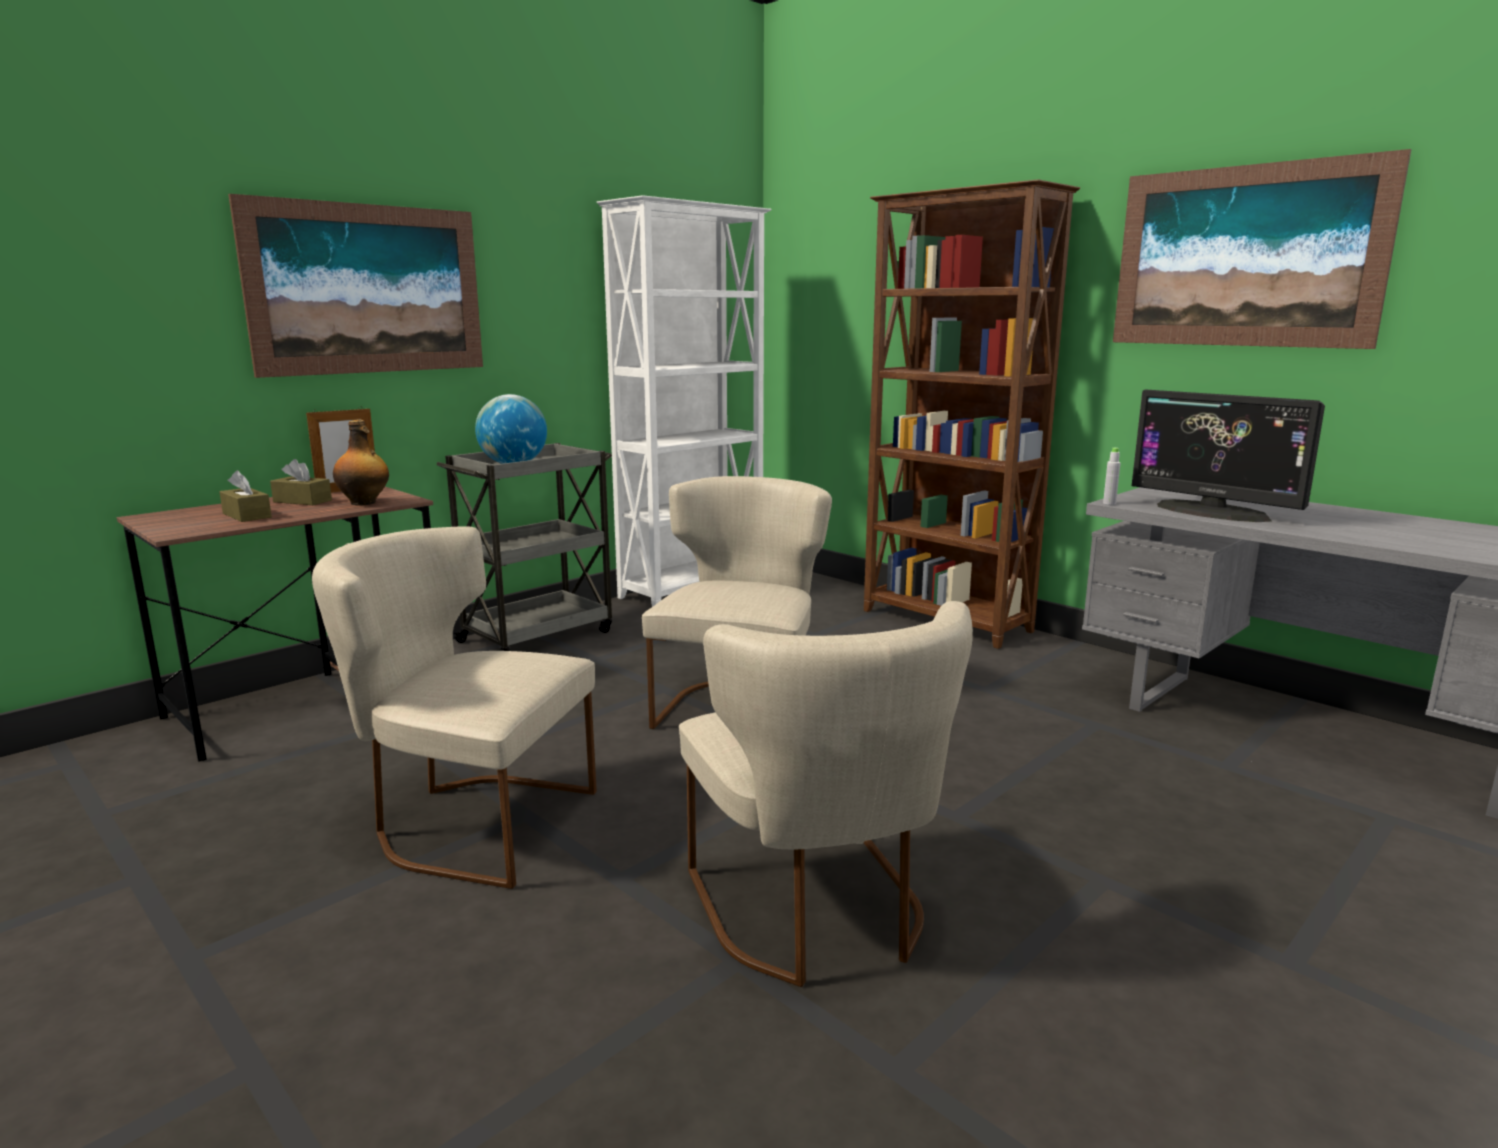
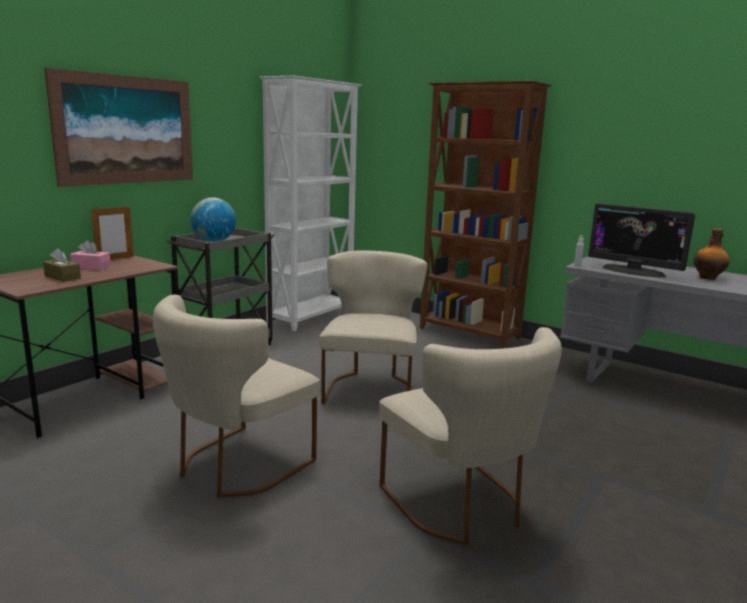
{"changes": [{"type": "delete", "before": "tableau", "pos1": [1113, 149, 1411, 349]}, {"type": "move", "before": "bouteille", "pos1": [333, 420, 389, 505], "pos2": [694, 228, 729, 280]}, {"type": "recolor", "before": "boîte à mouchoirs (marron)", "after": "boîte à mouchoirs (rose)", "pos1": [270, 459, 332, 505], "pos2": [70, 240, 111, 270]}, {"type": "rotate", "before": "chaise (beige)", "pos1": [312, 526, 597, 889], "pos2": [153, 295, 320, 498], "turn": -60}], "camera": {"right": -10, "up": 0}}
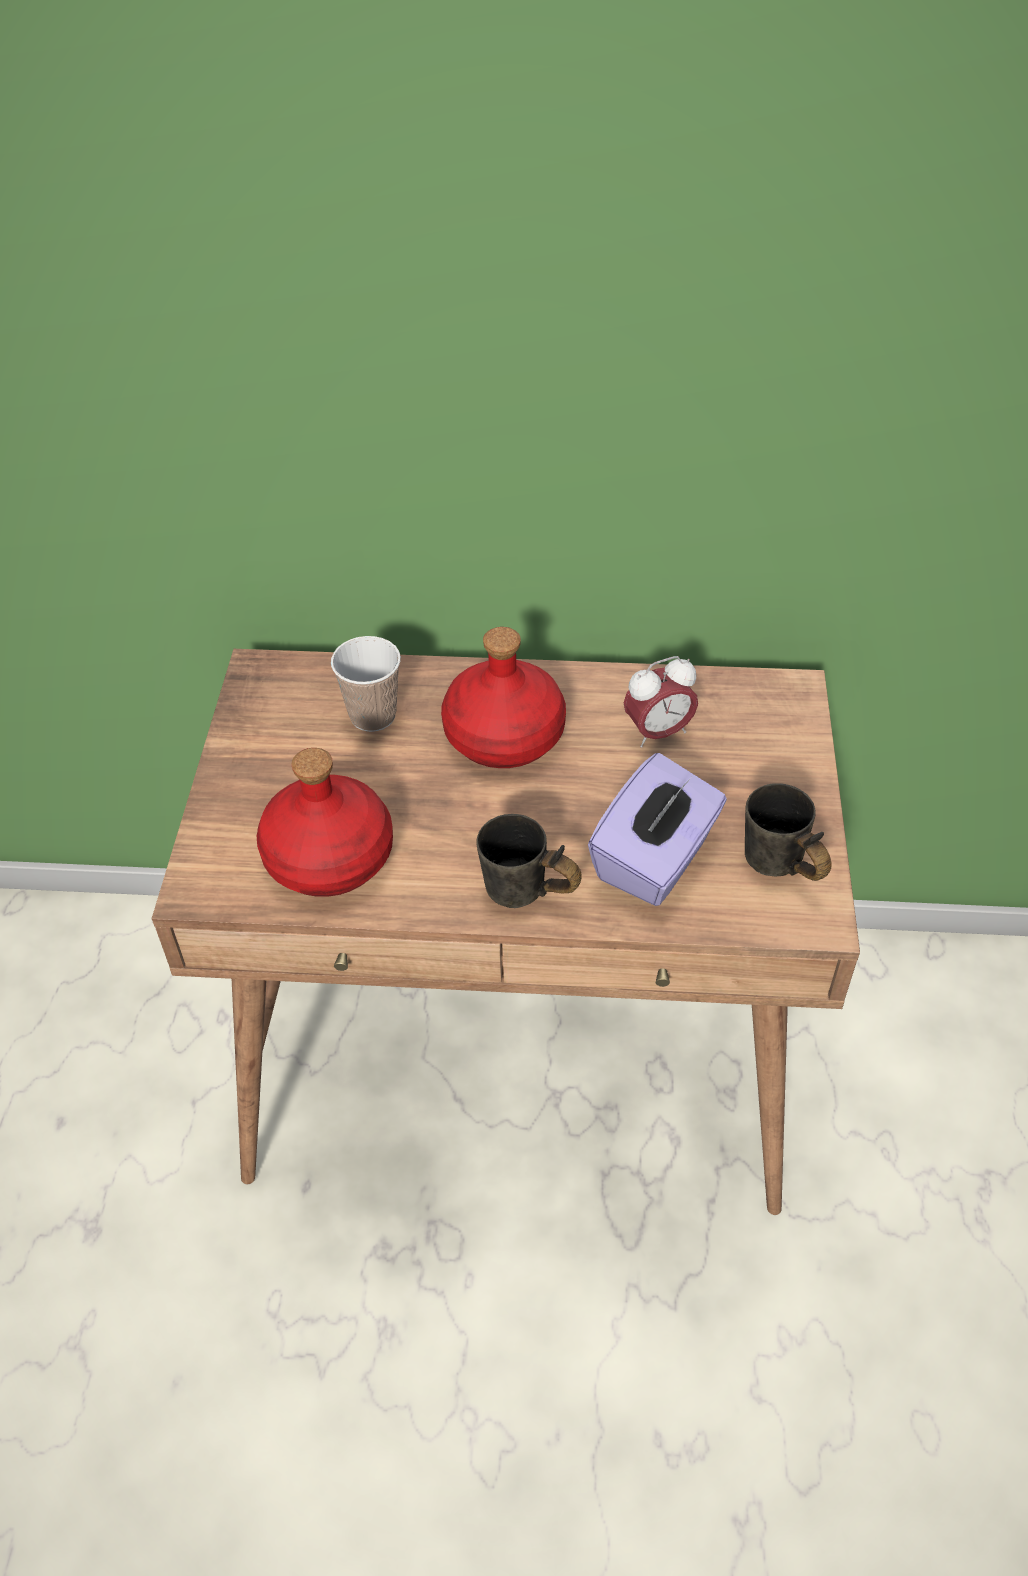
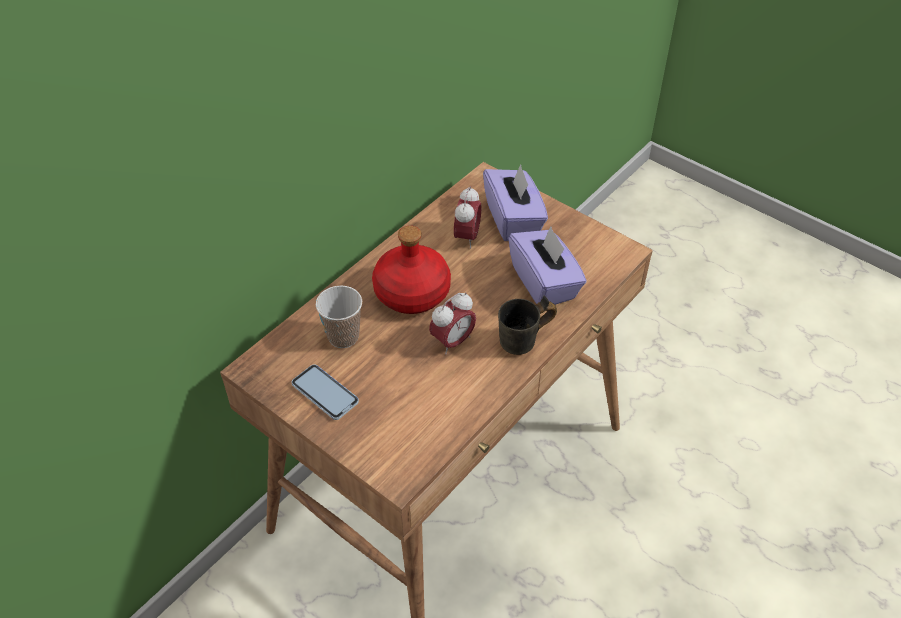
{"changes": [{"type": "delete", "before": "bouteille (rouge)", "pos1": [257, 748, 393, 897]}, {"type": "delete", "before": "mug (gris)", "pos1": [745, 783, 831, 881]}, {"type": "insert", "after": "boîte à mouchoirs (violet)", "pos2": [483, 164, 548, 241]}, {"type": "insert", "after": "réveil", "pos2": [429, 292, 476, 354]}, {"type": "insert", "after": "téléphone", "pos2": [291, 364, 359, 420]}], "camera": {"right": -55, "up": 0}}
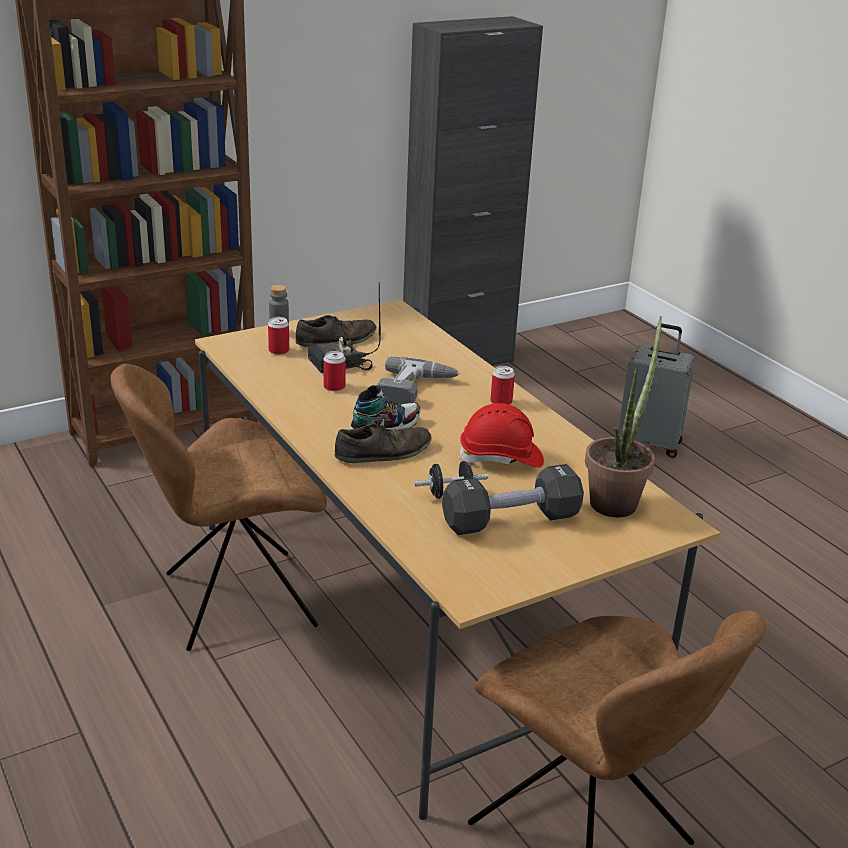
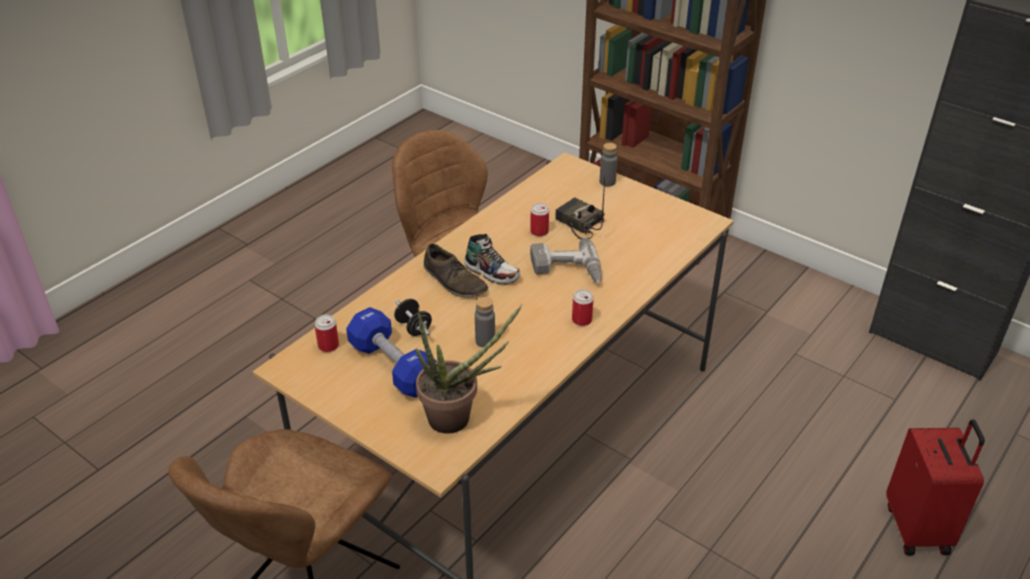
{"changes": [{"type": "delete", "before": "chaussure (marron)", "pos1": [296, 315, 376, 347]}, {"type": "move", "before": "boîte métallique", "pos1": [268, 317, 289, 355], "pos2": [314, 314, 339, 352]}, {"type": "recolor", "before": "valise (gris)", "after": "valise (rouge)", "pos1": [619, 324, 695, 458], "pos2": [886, 419, 985, 556]}, {"type": "replace", "before": "casque de chantier (rouge)", "after": "bouteille (gris)", "pos1": [458, 403, 544, 468], "pos2": [475, 297, 495, 347]}, {"type": "recolor", "before": "haltère (noir)", "after": "haltère (bleu)", "pos1": [442, 464, 584, 535], "pos2": [346, 307, 437, 398]}], "camera": {"right": 70, "up": 10}}
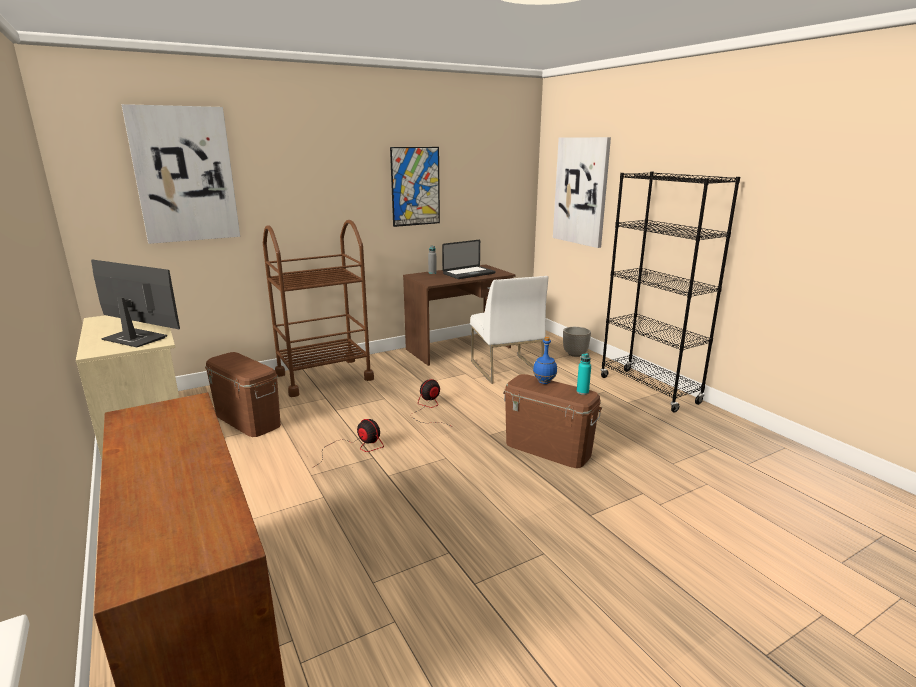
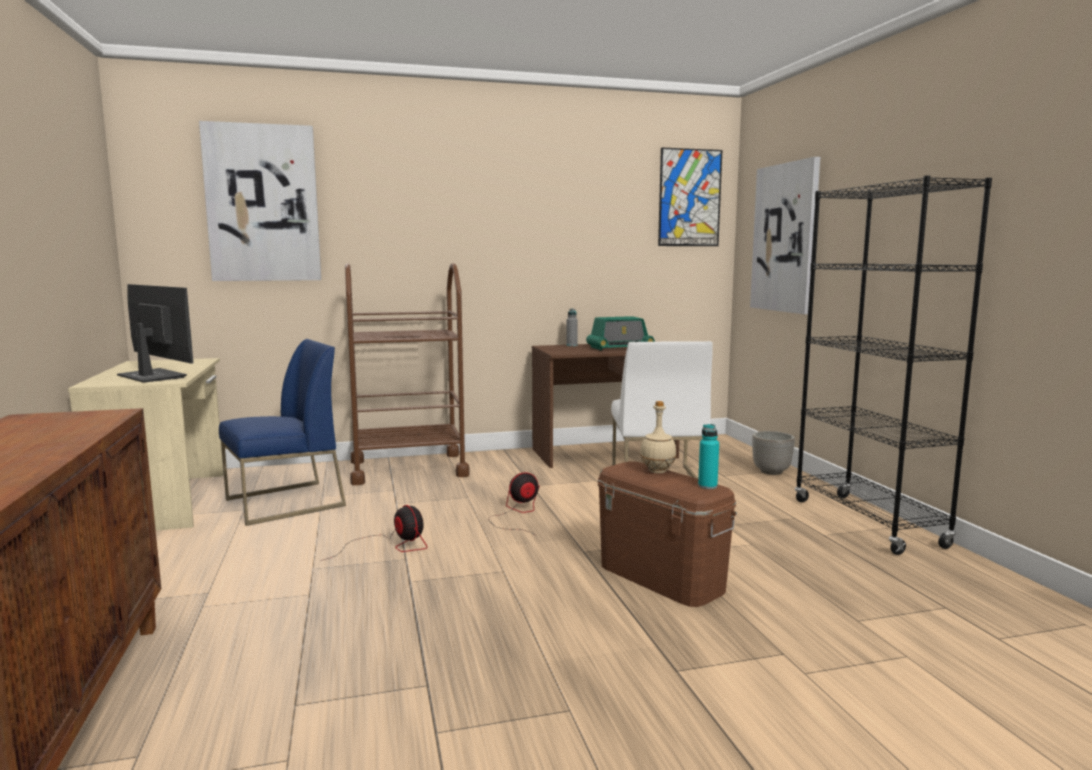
{"changes": [{"type": "move", "before": "tableau", "pos1": [390, 147, 440, 227], "pos2": [658, 148, 722, 246]}, {"type": "replace", "before": "ordinateur portable", "after": "radio", "pos1": [442, 240, 495, 279], "pos2": [586, 316, 655, 351]}, {"type": "recolor", "before": "bouteille (bleu)", "after": "bouteille (beige)", "pos1": [533, 337, 557, 384], "pos2": [640, 401, 676, 473]}, {"type": "replace", "before": "boîte de rangement (marron)", "after": "chaise (bleu)", "pos1": [205, 352, 281, 437], "pos2": [219, 339, 346, 526]}], "camera": {"right": 15, "up": -10}}
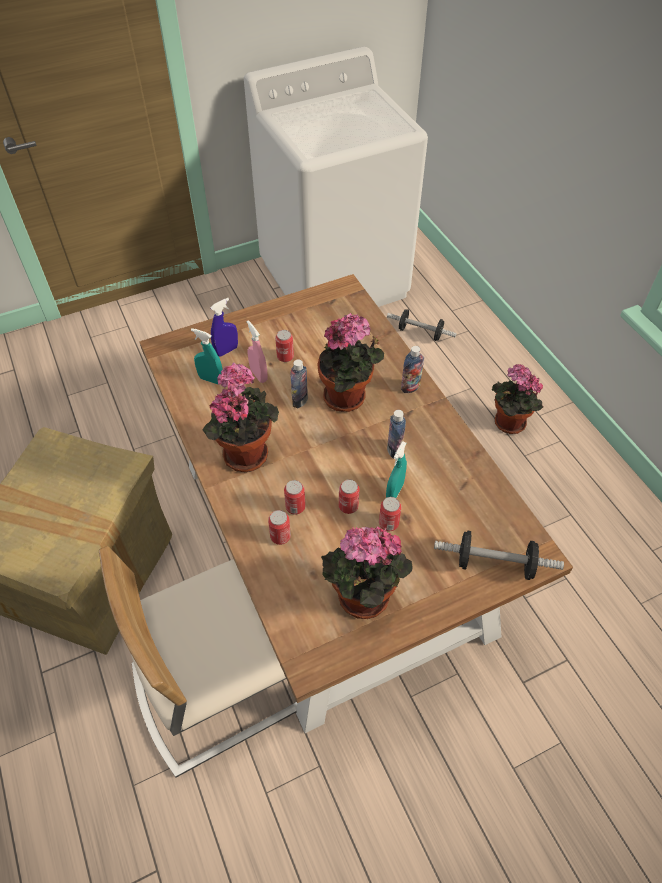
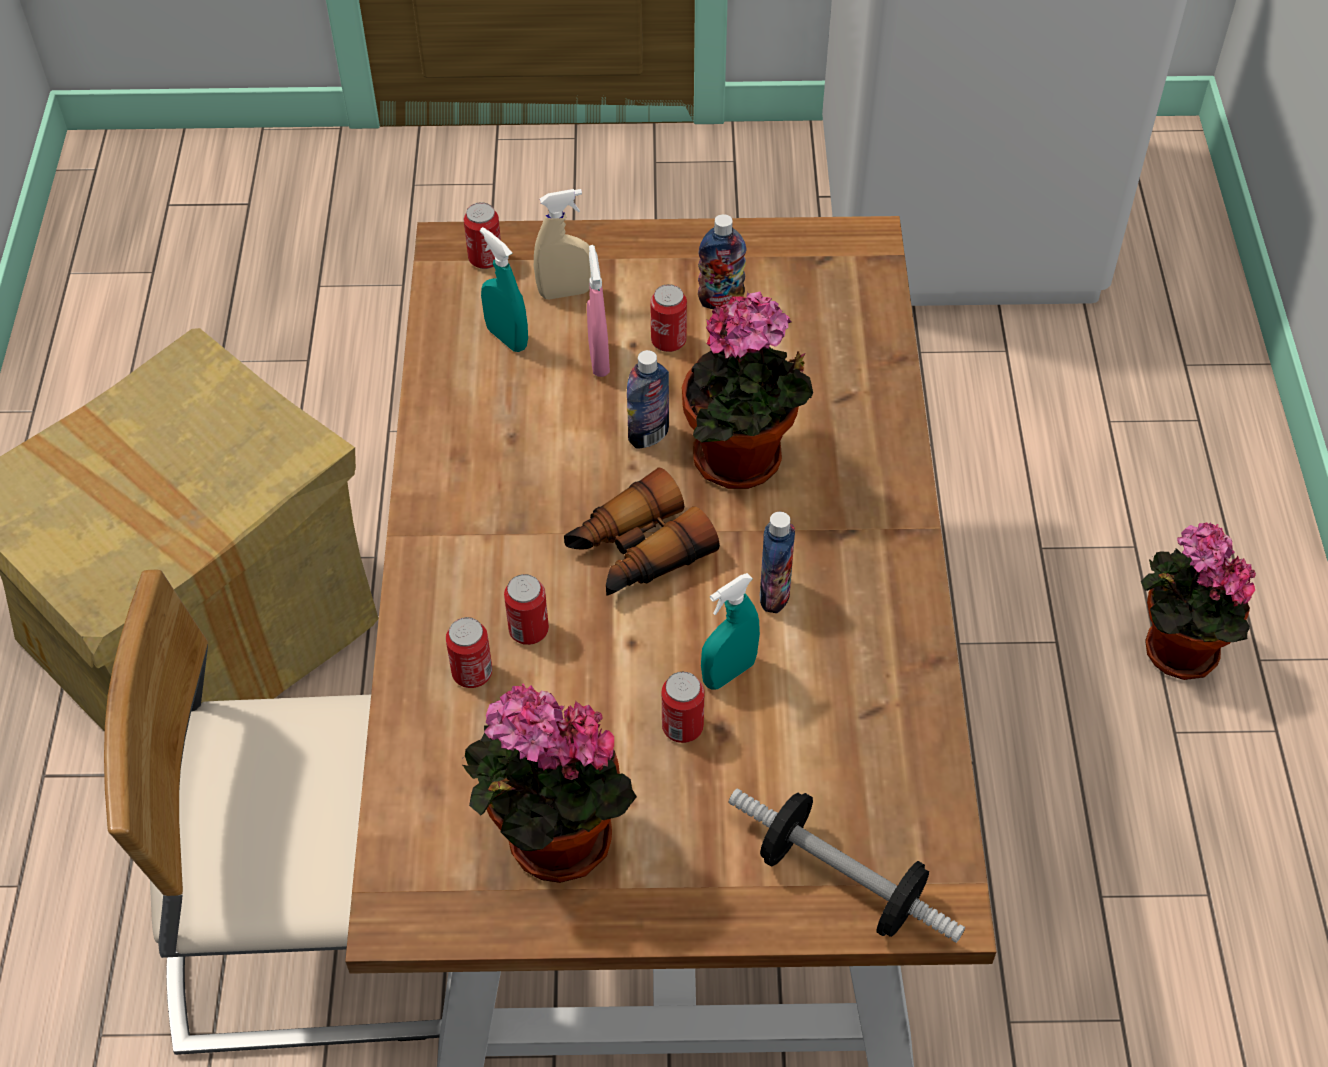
{"changes": [{"type": "recolor", "before": "vaporisateur (bleu)", "after": "vaporisateur (beige)", "pos1": [211, 298, 238, 357], "pos2": [534, 189, 591, 300]}, {"type": "delete", "before": "haltère", "pos1": [387, 309, 457, 341]}, {"type": "move", "before": "bouteille", "pos1": [401, 346, 424, 393], "pos2": [698, 214, 747, 310]}, {"type": "delete", "before": "plante en pot", "pos1": [202, 363, 279, 472]}, {"type": "move", "before": "boîte métallique", "pos1": [339, 479, 360, 514], "pos2": [464, 202, 501, 269]}, {"type": "insert", "after": "jumelles", "pos2": [564, 468, 720, 596]}], "camera": {"right": 25, "up": 0}}
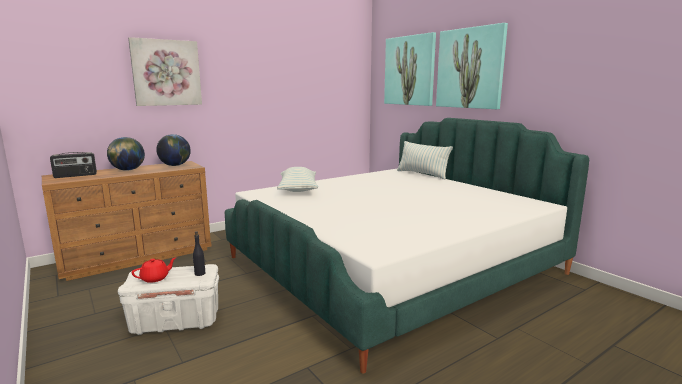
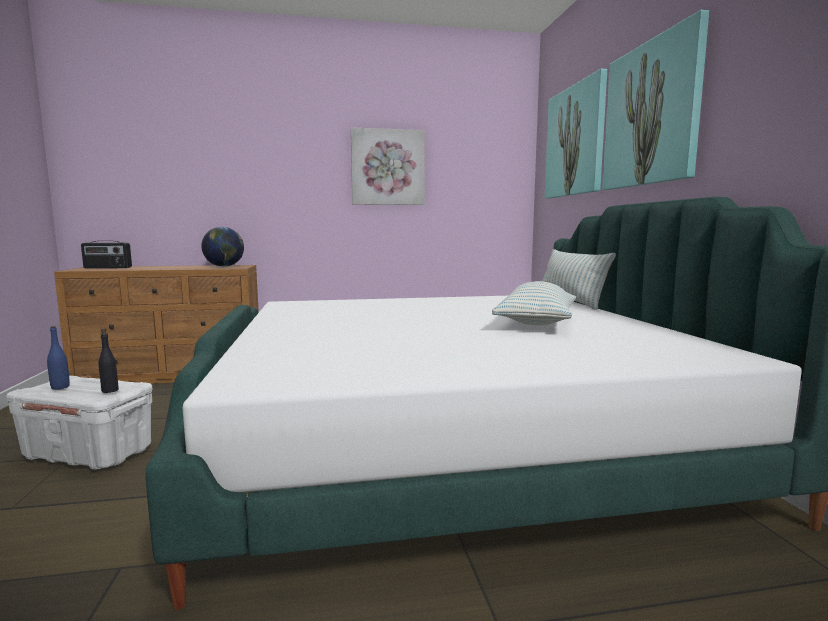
{"changes": [{"type": "move", "before": "tableau", "pos1": [128, 37, 202, 106], "pos2": [351, 127, 425, 205]}, {"type": "delete", "before": "globe", "pos1": [107, 137, 145, 171]}, {"type": "move", "before": "coussin", "pos1": [277, 167, 318, 192], "pos2": [492, 281, 576, 326]}, {"type": "replace", "before": "théière (rouge)", "after": "bouteille (bleu)", "pos1": [132, 258, 176, 283], "pos2": [47, 326, 70, 390]}], "camera": {"right": 25, "up": -5}}
